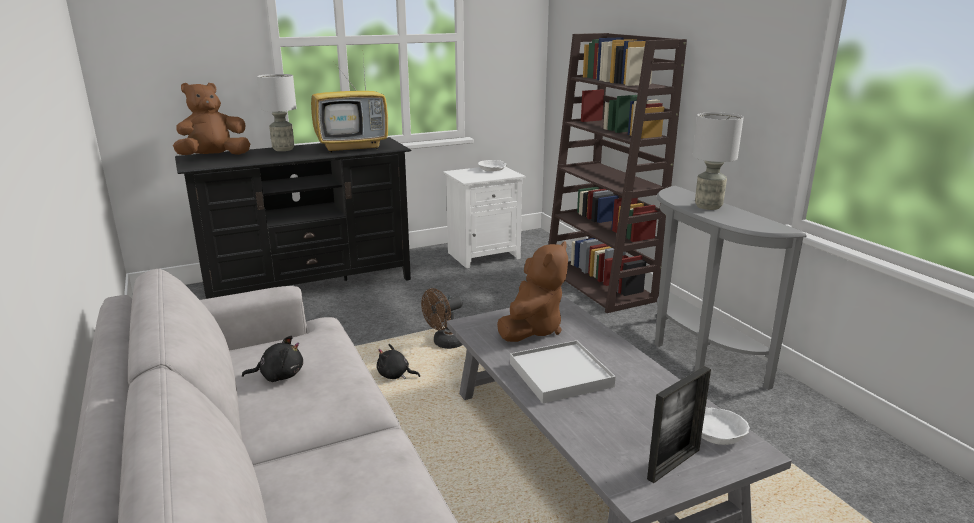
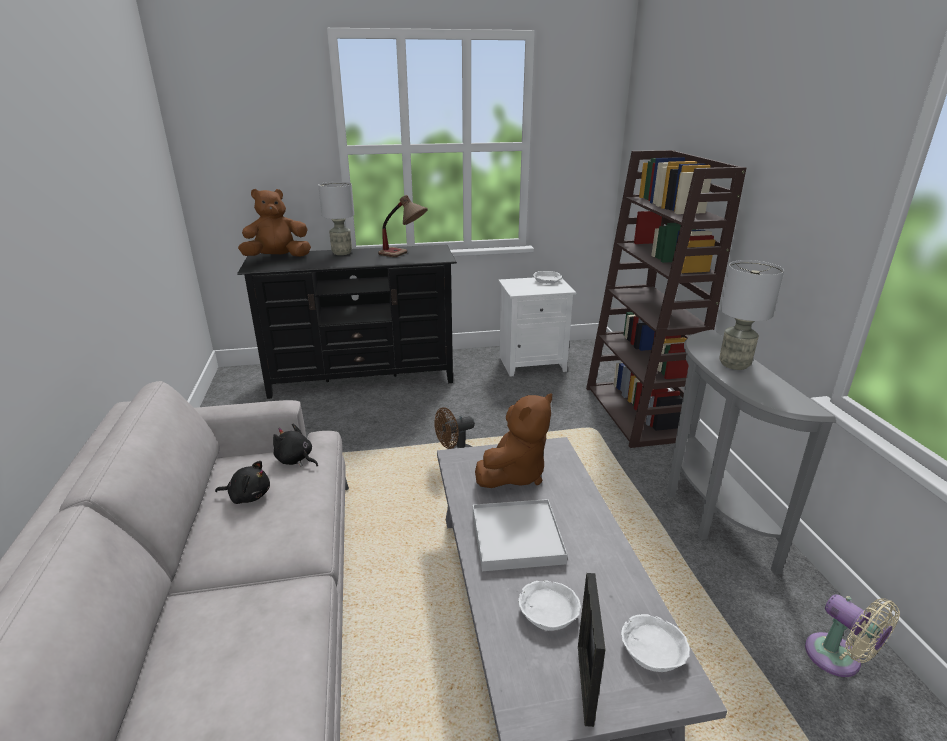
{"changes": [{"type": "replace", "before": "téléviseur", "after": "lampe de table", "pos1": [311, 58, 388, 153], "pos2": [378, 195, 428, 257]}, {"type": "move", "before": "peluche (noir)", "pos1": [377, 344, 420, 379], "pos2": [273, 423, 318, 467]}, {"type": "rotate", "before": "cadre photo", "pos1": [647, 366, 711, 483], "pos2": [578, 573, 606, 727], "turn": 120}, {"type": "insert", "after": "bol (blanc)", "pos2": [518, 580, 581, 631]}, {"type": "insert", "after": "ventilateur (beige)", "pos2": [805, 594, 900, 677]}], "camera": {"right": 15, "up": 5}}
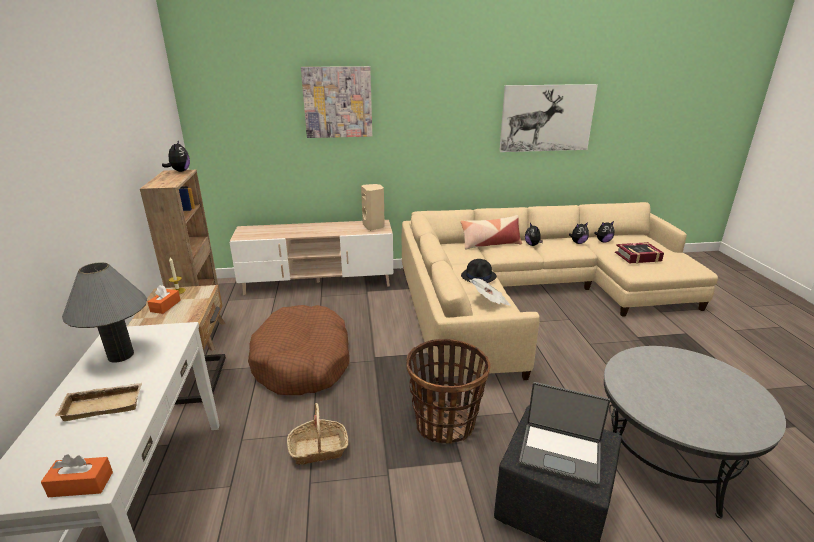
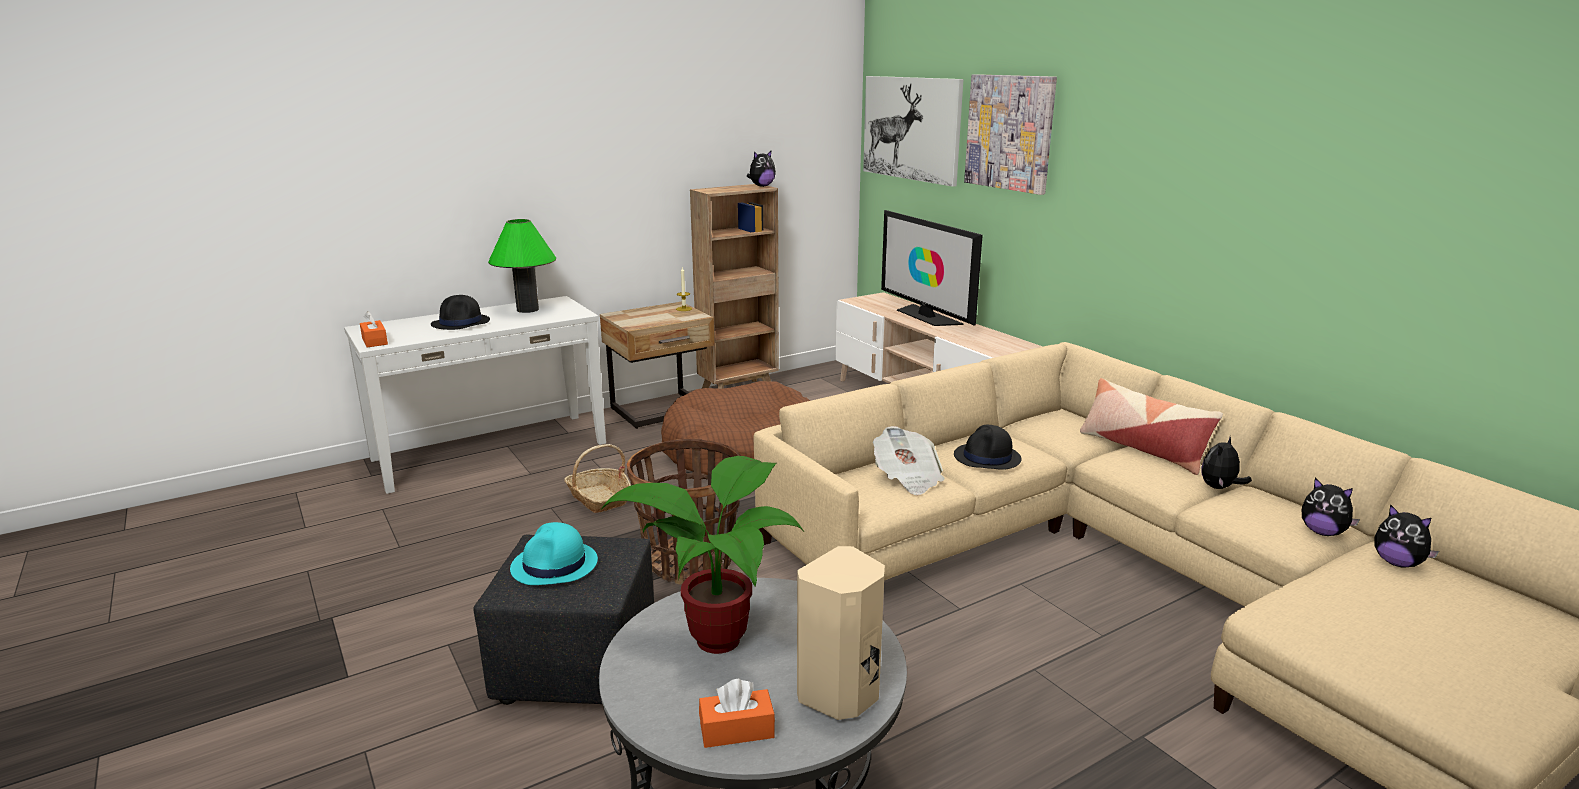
{"changes": [{"type": "move", "before": "tableau", "pos1": [499, 84, 598, 152], "pos2": [863, 76, 963, 187]}, {"type": "move", "before": "enceinte (beige)", "pos1": [361, 184, 385, 230], "pos2": [797, 546, 885, 720]}, {"type": "delete", "before": "livre", "pos1": [615, 242, 664, 264]}, {"type": "recolor", "before": "lampe de table (gris)", "after": "lampe de table (vert)", "pos1": [62, 262, 147, 363], "pos2": [488, 219, 556, 313]}, {"type": "move", "before": "boîte à mouchoirs (orange)", "pos1": [148, 285, 181, 314], "pos2": [699, 679, 775, 748]}, {"type": "replace", "before": "ordinateur portable", "after": "chapeau (turquoise)", "pos1": [519, 382, 610, 486], "pos2": [510, 522, 598, 585]}, {"type": "replace", "before": "plateau (beige)", "after": "chapeau (noir)", "pos1": [55, 383, 142, 421], "pos2": [431, 295, 490, 330]}, {"type": "insert", "after": "téléviseur", "pos2": [881, 210, 983, 326]}, {"type": "insert", "after": "plante en pot", "pos2": [601, 456, 804, 654]}], "camera": {"right": 65, "up": -5}}
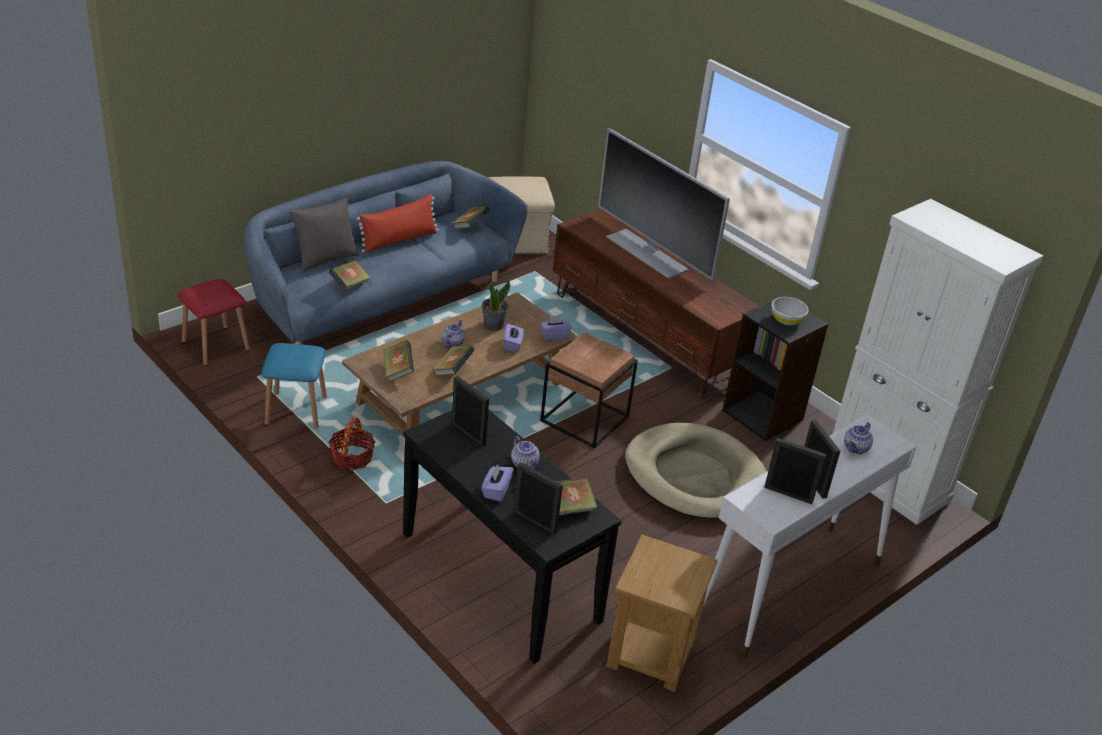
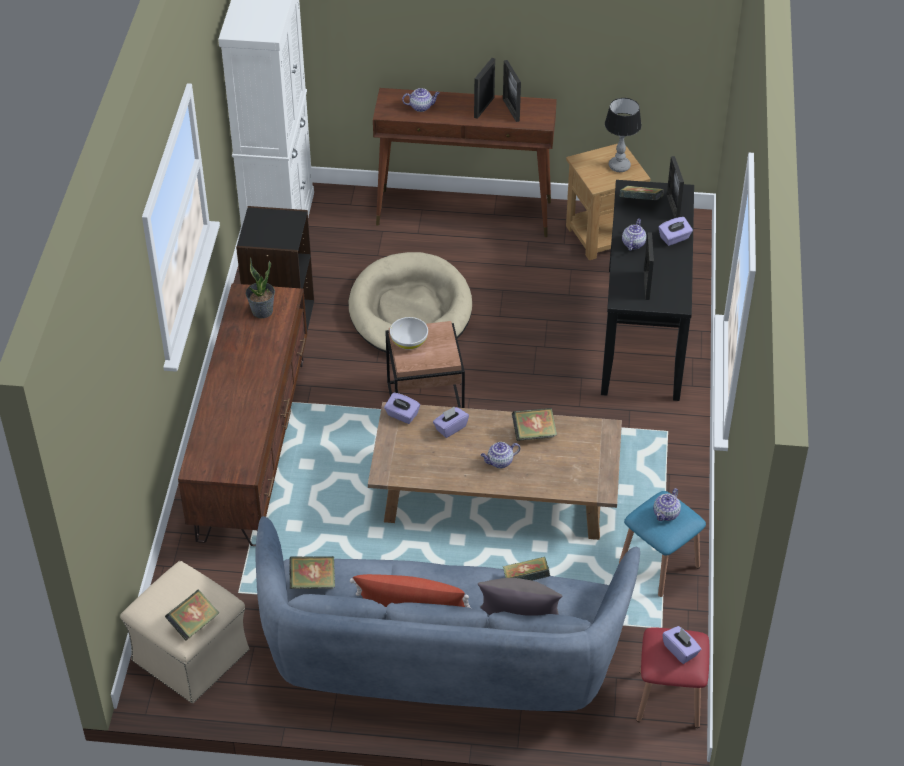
{"changes": [{"type": "delete", "before": "téléviseur", "pos1": [598, 128, 730, 281]}, {"type": "move", "before": "plante en pot", "pos1": [482, 279, 510, 331], "pos2": [246, 258, 275, 318]}, {"type": "move", "before": "bol (blanc)", "pos1": [771, 297, 809, 325], "pos2": [390, 317, 428, 350]}, {"type": "move", "before": "livre", "pos1": [384, 341, 414, 382], "pos2": [165, 590, 219, 641]}, {"type": "recolor", "before": "table console (blanc)", "after": "table console (marron)", "pos1": [703, 414, 917, 659], "pos2": [373, 88, 557, 237]}, {"type": "delete", "before": "panier", "pos1": [329, 418, 375, 470]}, {"type": "insert", "after": "lampe de table", "pos2": [605, 98, 642, 172]}, {"type": "insert", "after": "théière", "pos2": [653, 488, 681, 521]}, {"type": "insert", "after": "boîte à mouchoirs (violet)", "pos2": [662, 626, 701, 664]}], "camera": {"right": -130, "up": 10}}
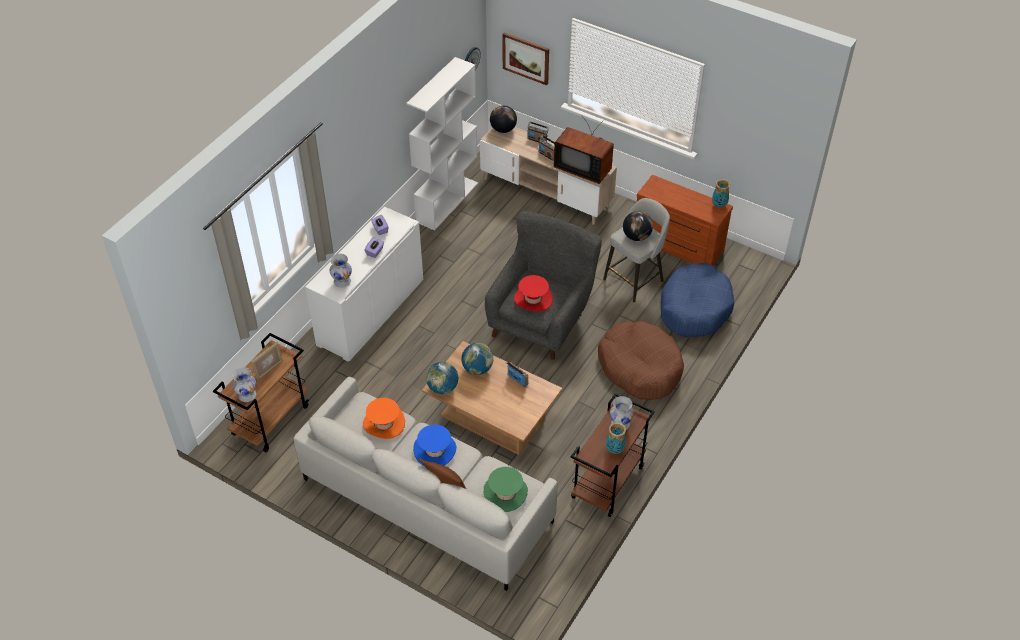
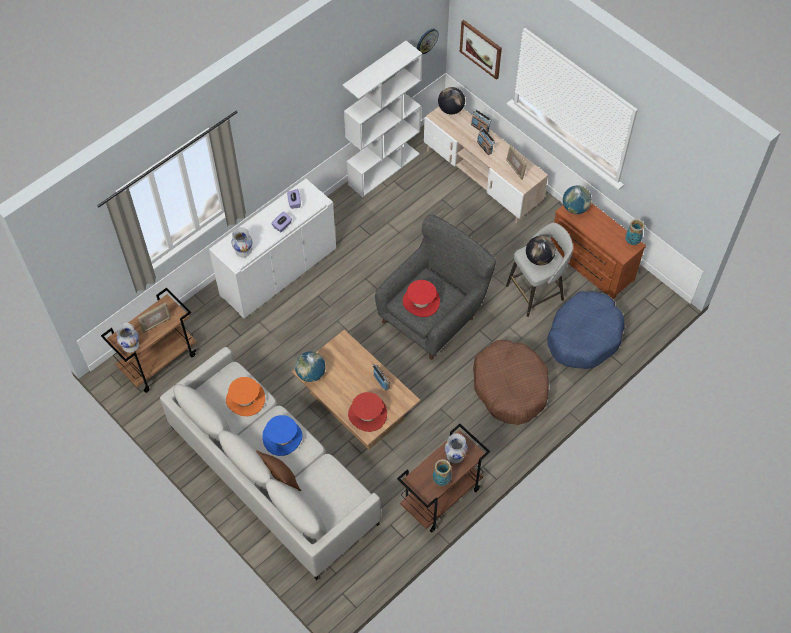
{"changes": [{"type": "replace", "before": "téléviseur", "after": "cadre photo", "pos1": [554, 116, 614, 184], "pos2": [506, 145, 527, 180]}, {"type": "move", "before": "globe", "pos1": [461, 343, 494, 375], "pos2": [563, 185, 592, 214]}, {"type": "delete", "before": "chapeau (vert)", "pos1": [484, 467, 528, 512]}, {"type": "insert", "after": "chapeau (rouge)", "pos2": [348, 392, 387, 432]}], "camera": {"right": 15, "up": 10}}
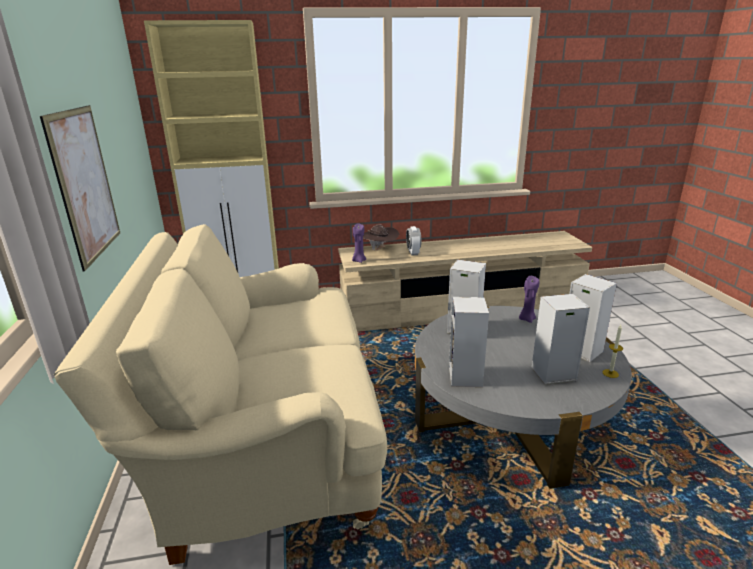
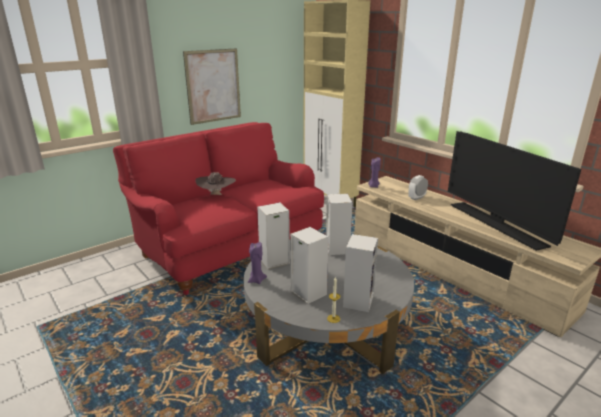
{"changes": [{"type": "recolor", "before": "canapé (beige)", "after": "canapé (rouge)", "pos1": [54, 224, 387, 565], "pos2": [113, 122, 324, 295]}, {"type": "move", "before": "chapeau (marron)", "pos1": [363, 225, 399, 251], "pos2": [195, 172, 236, 195]}, {"type": "move", "before": "bougie (violet)", "pos1": [519, 276, 539, 323], "pos2": [248, 242, 267, 284]}, {"type": "insert", "after": "téléviseur", "pos2": [448, 131, 581, 251]}], "camera": {"right": 60, "up": 0}}
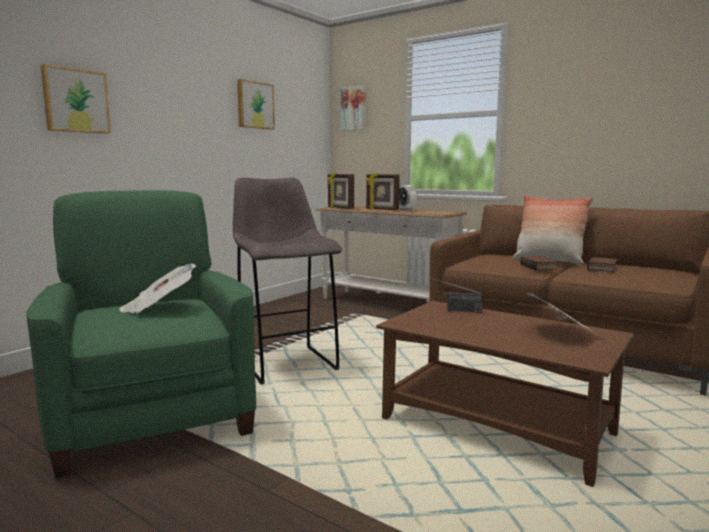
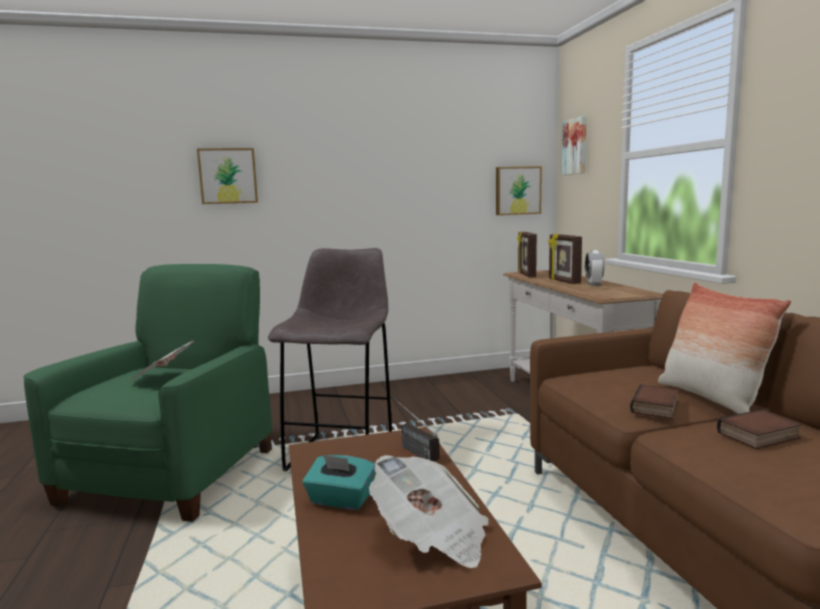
{"changes": [{"type": "move", "before": "tableau", "pos1": [237, 79, 275, 130], "pos2": [496, 166, 542, 215]}, {"type": "insert", "after": "boîte à mouchoirs (turquoise)", "pos2": [302, 454, 375, 510]}], "camera": {"right": 40, "up": 0}}
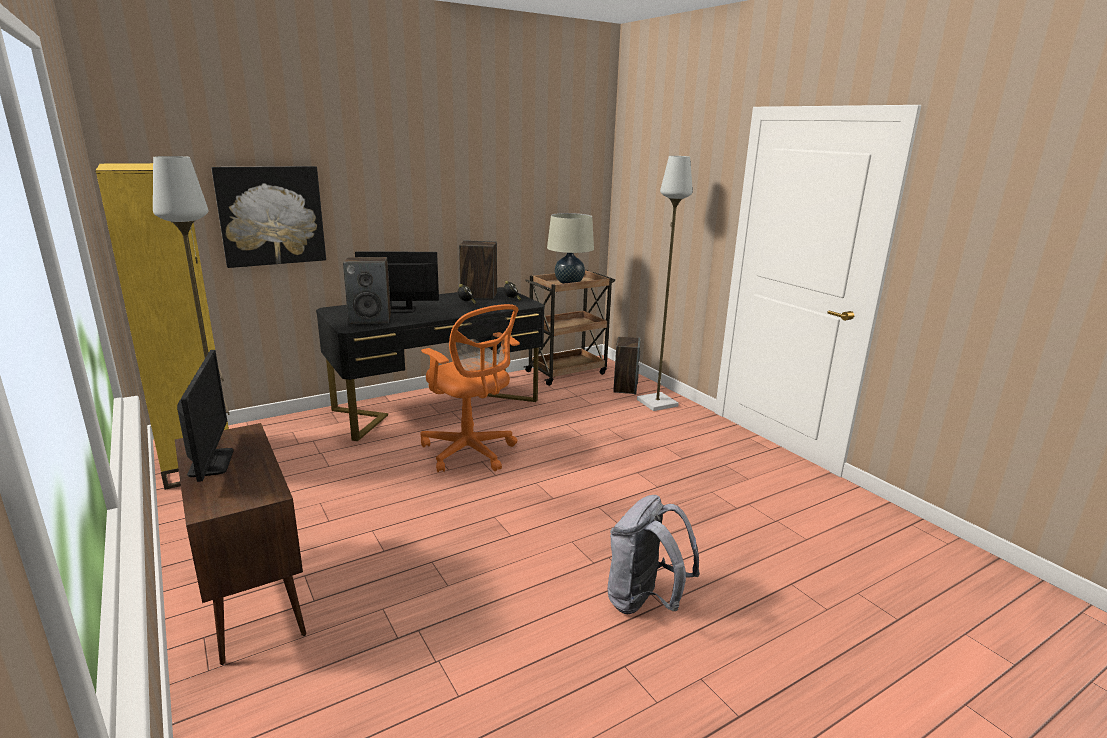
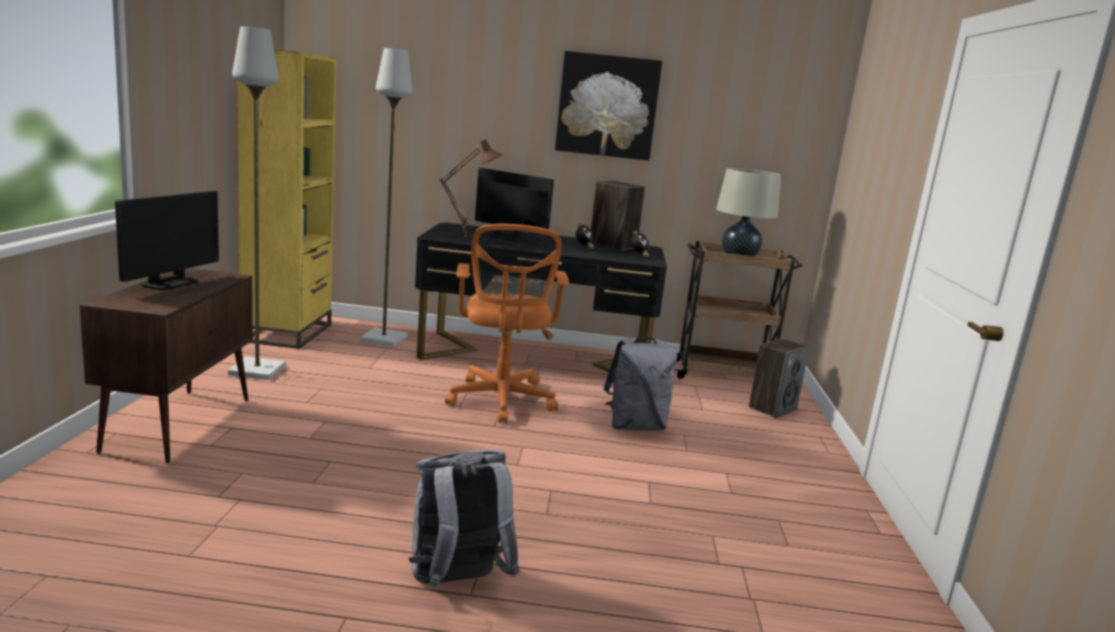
{"changes": [{"type": "move", "before": "lampadaire (gris)", "pos1": [637, 156, 693, 411], "pos2": [360, 48, 413, 347]}, {"type": "move", "before": "tableau", "pos1": [211, 166, 326, 268], "pos2": [555, 51, 662, 160]}, {"type": "replace", "before": "enceinte", "after": "lampe de table (marron)", "pos1": [343, 257, 391, 324], "pos2": [440, 139, 502, 237]}, {"type": "insert", "after": "sac à dos (gris)", "pos2": [603, 337, 678, 431]}], "camera": {"right": 35, "up": -5}}
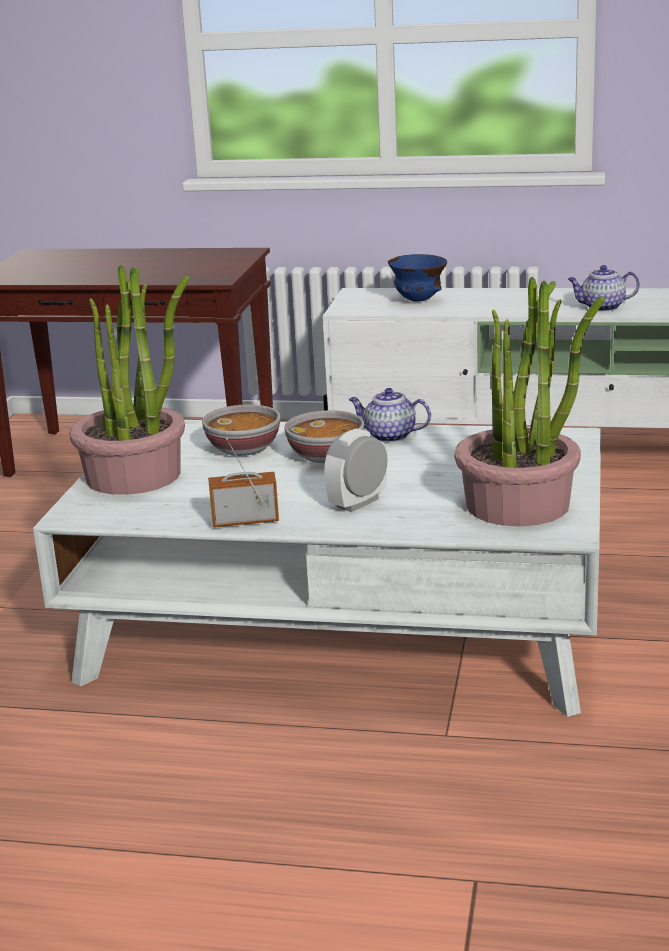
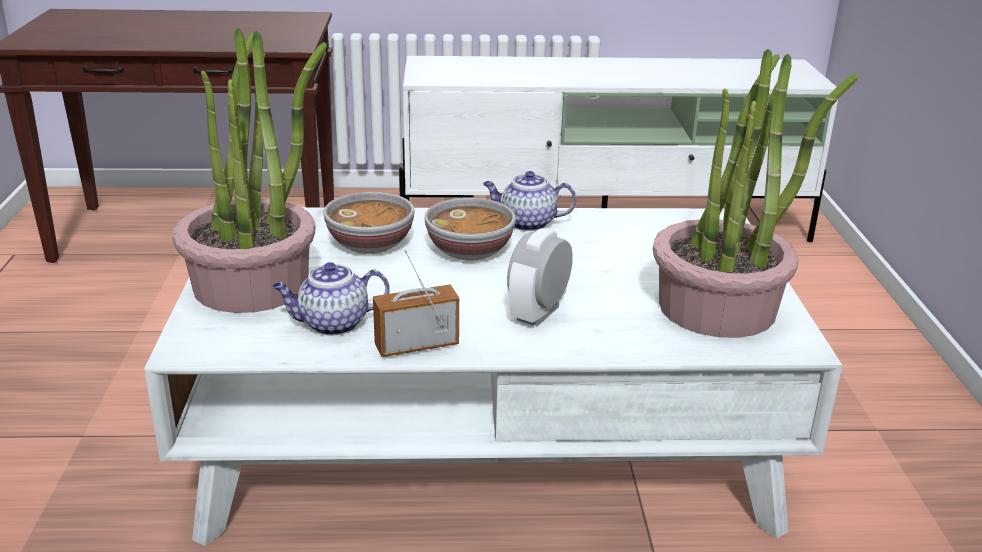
{"changes": [{"type": "delete", "before": "bol (bleu)", "pos1": [388, 254, 447, 302]}, {"type": "move", "before": "théière", "pos1": [568, 265, 640, 312], "pos2": [272, 262, 390, 336]}], "camera": {"right": -15, "up": 5}}
